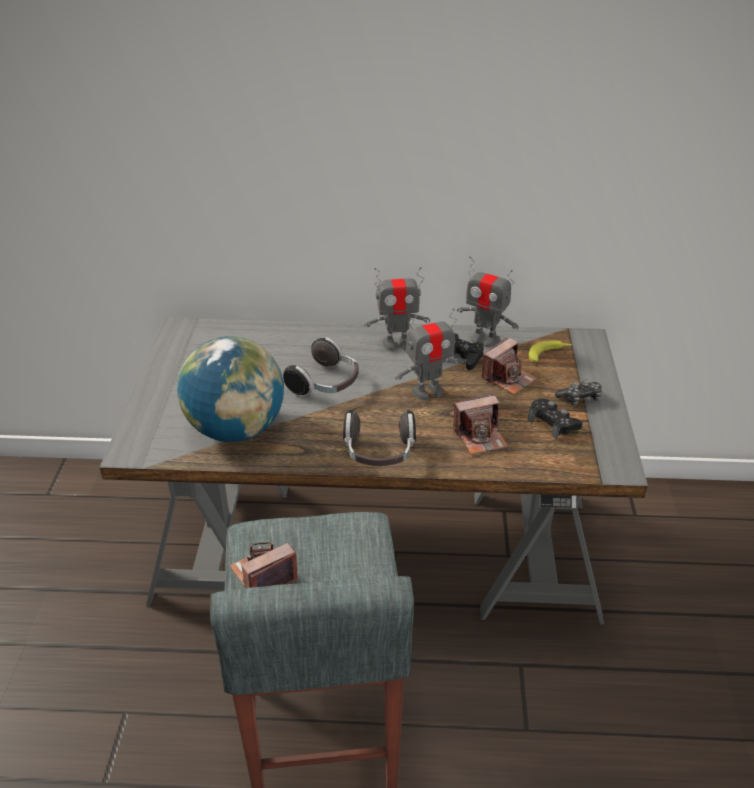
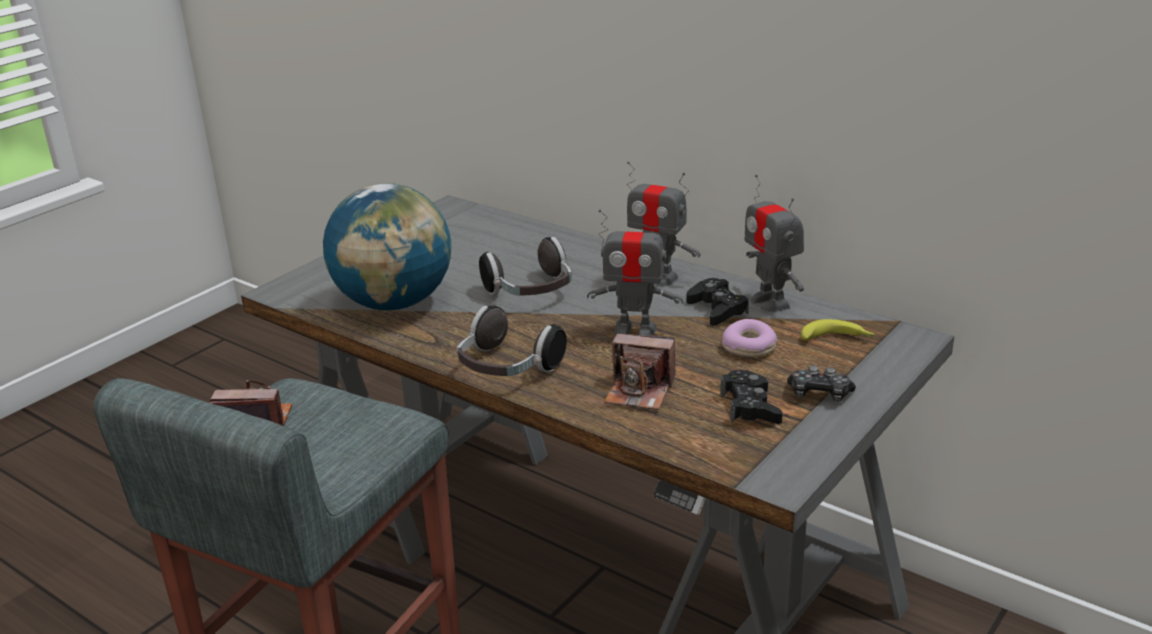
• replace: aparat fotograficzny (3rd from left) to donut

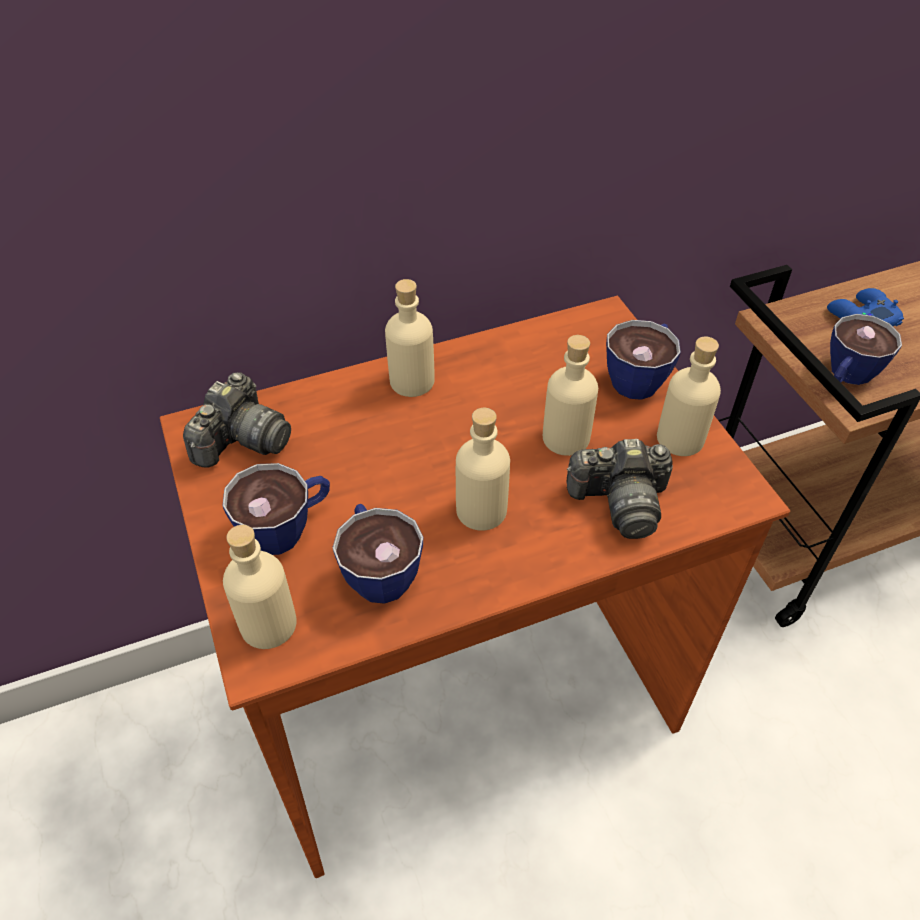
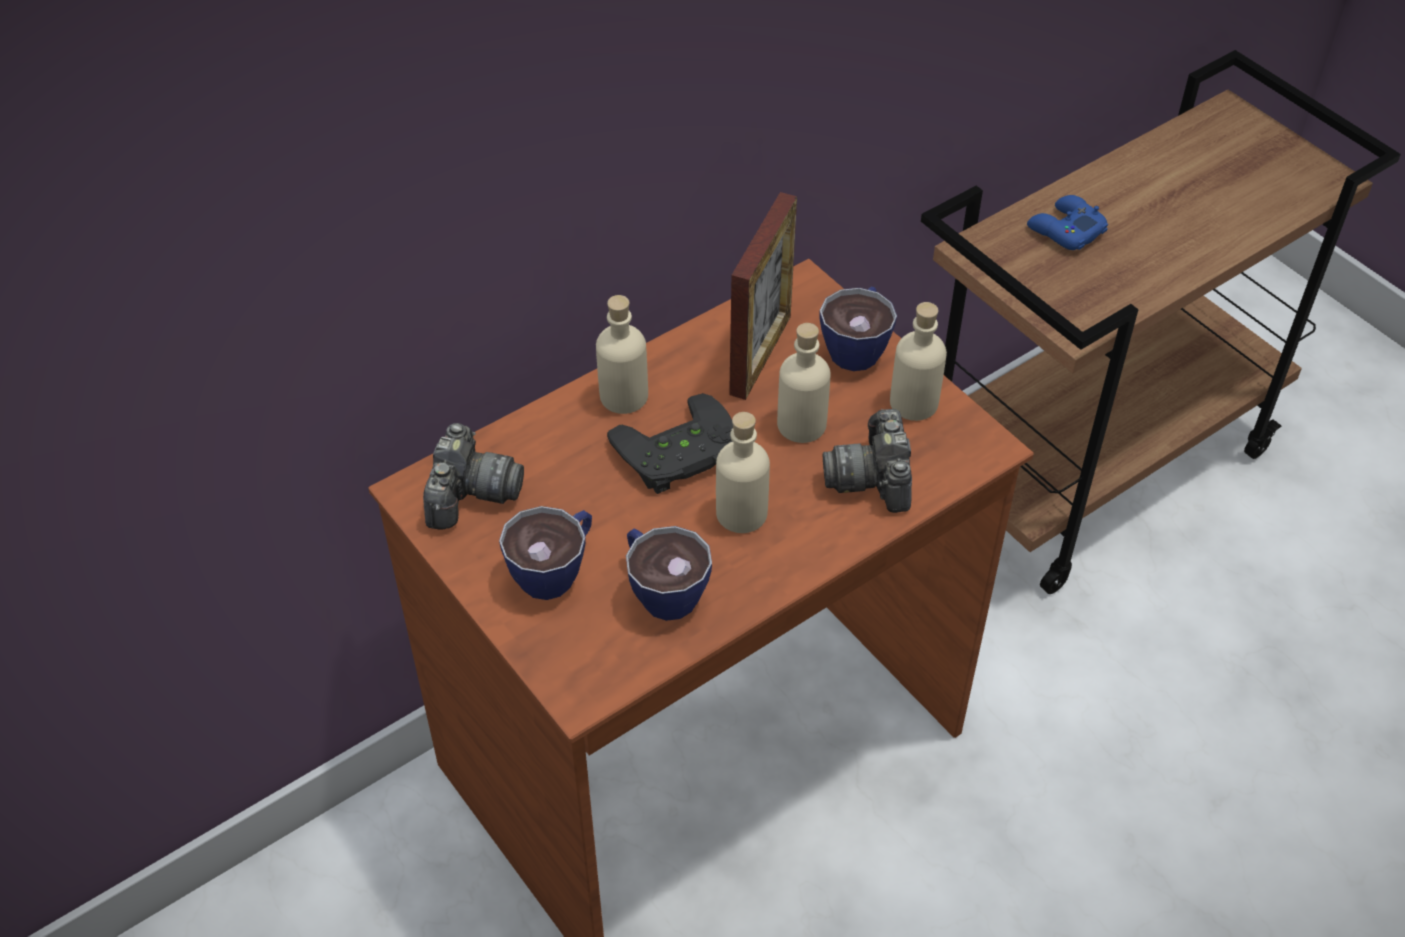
• delete: filiżanka (4th from left)
• rotate: aparat fotograficzny (2nd from left) 105 degrees clockwise
• delete: butelka/beżowy (1st from left)
• insert: ramka na zdjęcie
• insert: pad do gier/czarny

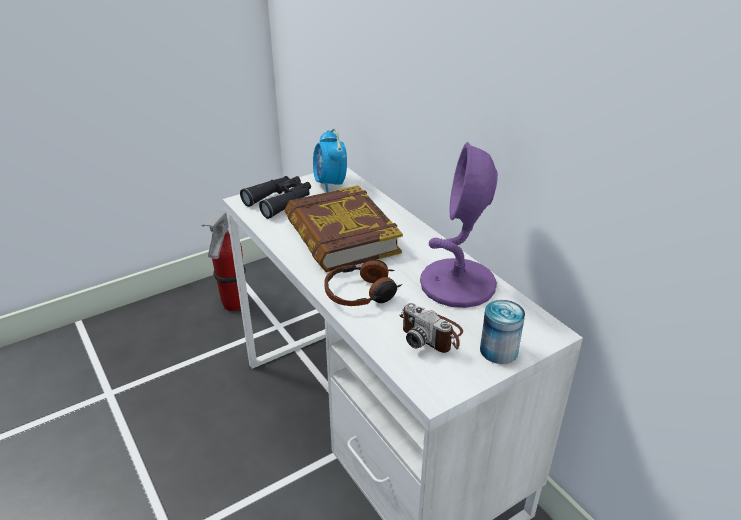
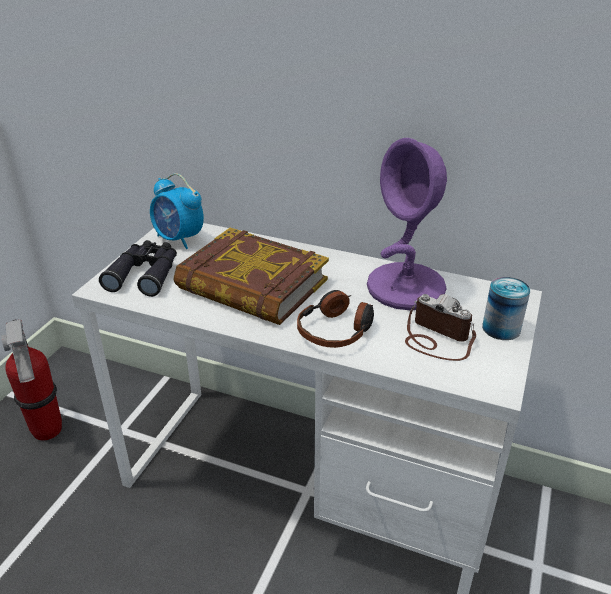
• rotate: aparat fotograficzny 150 degrees counterclockwise

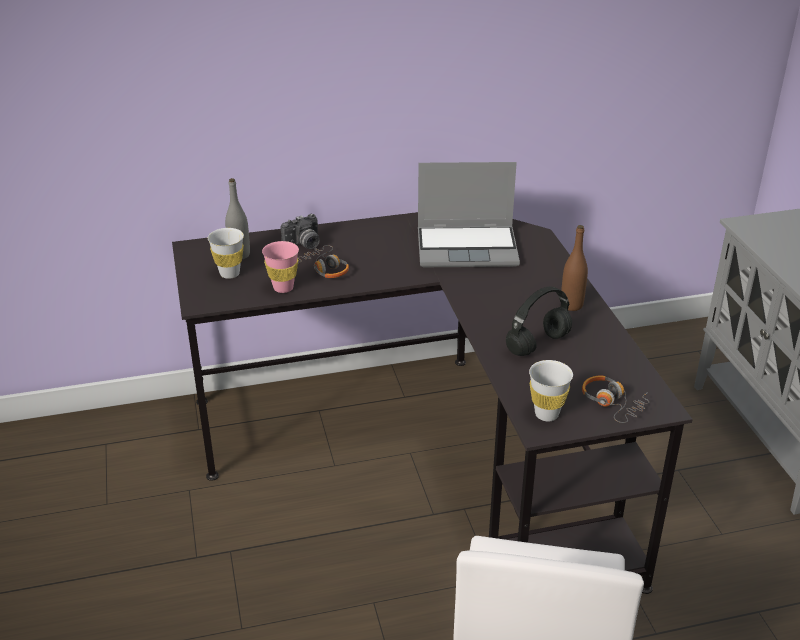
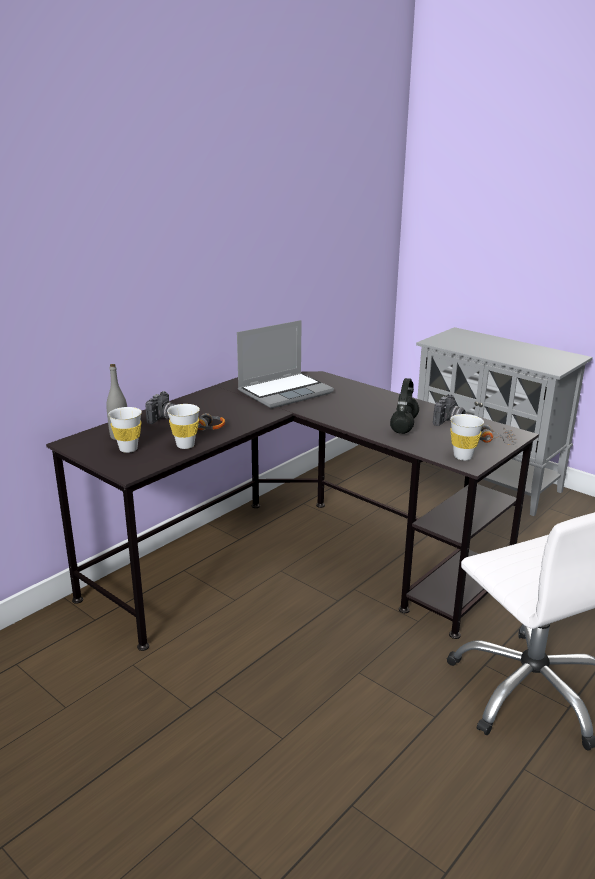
• delete: butelka/brązowy
• recolor: filiżanka/różowy to filiżanka/biały (2nd from left)
• insert: aparat fotograficzny (2nd from left)

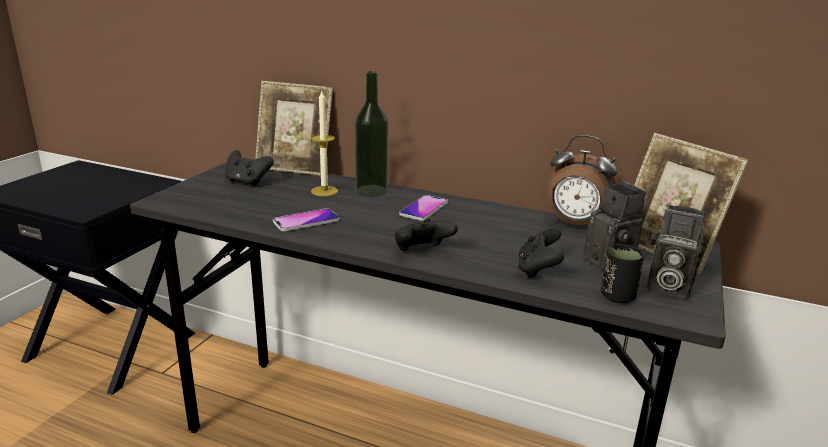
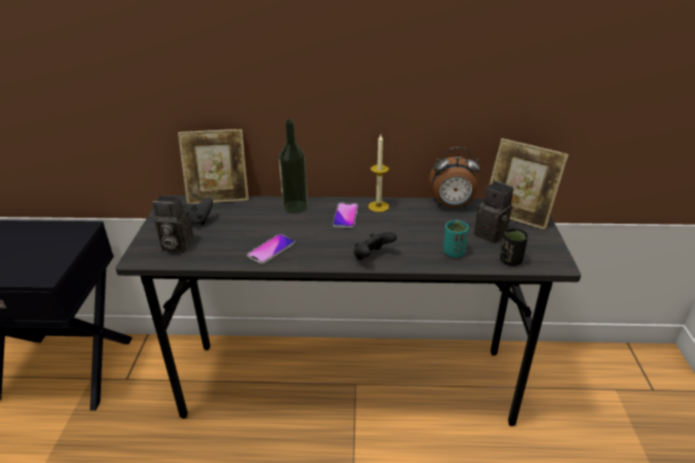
• move: świeca
• move: aparat fotograficzny (2nd from left in the first image) to aparat fotograficzny (1st from left)
• replace: pad do gier/czarny (3rd from left) to filiżanka/turkusowy

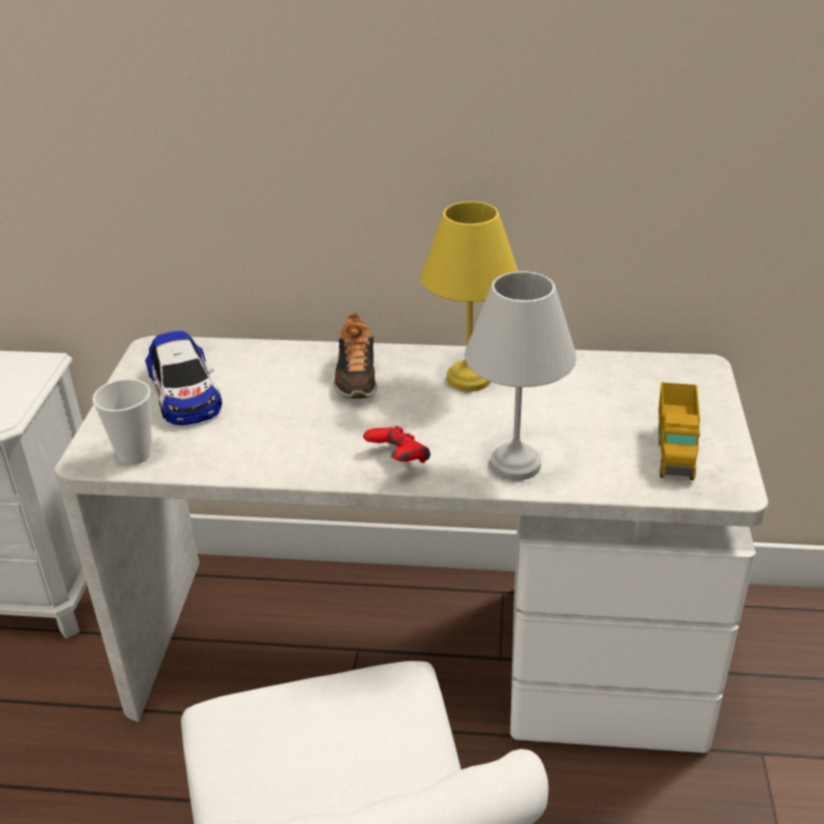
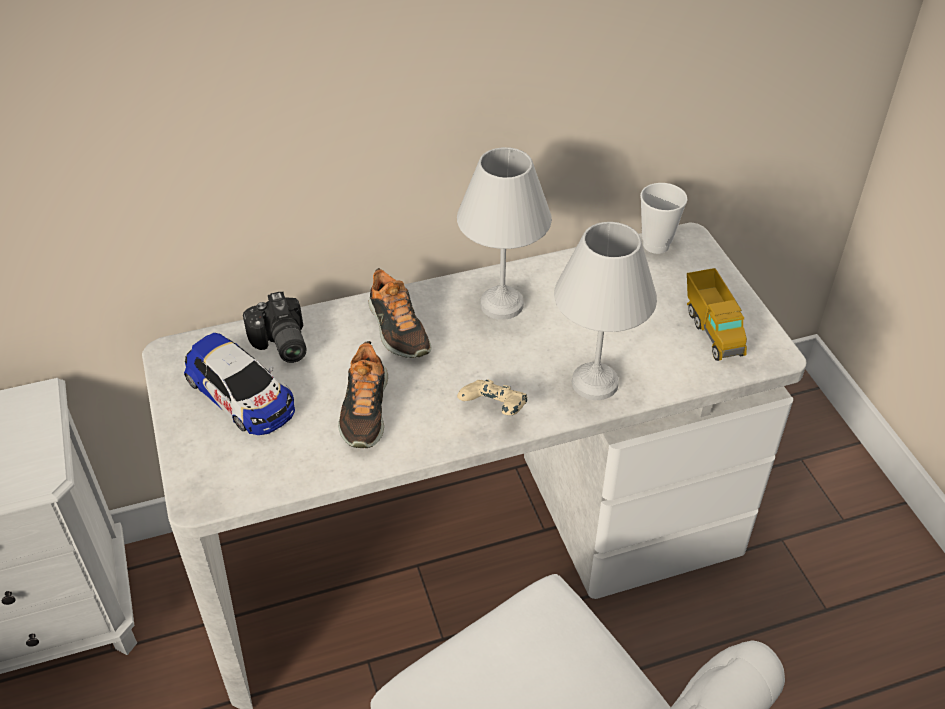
• recolor: lampa stołowa/żółty to lampa stołowa/biały (1st from left)
• move: filiżanka
• recolor: pad do gier/czerwony to pad do gier/beżowy
• insert: aparat fotograficzny
• insert: but (1st from left)

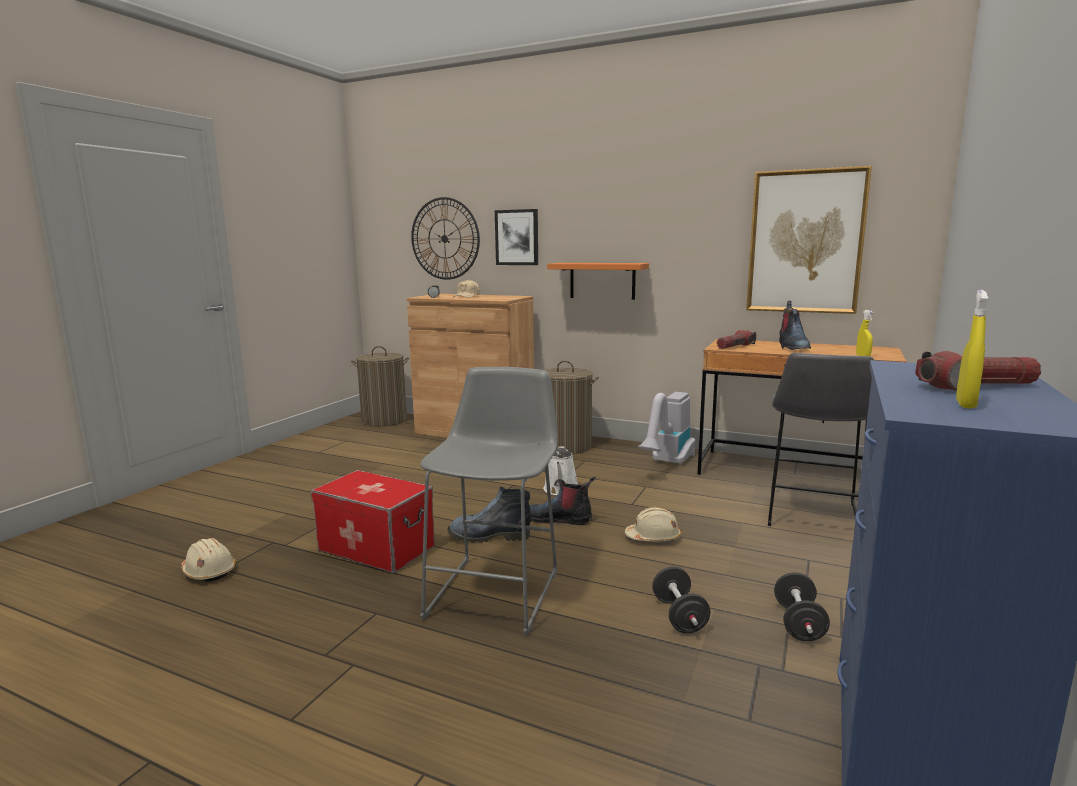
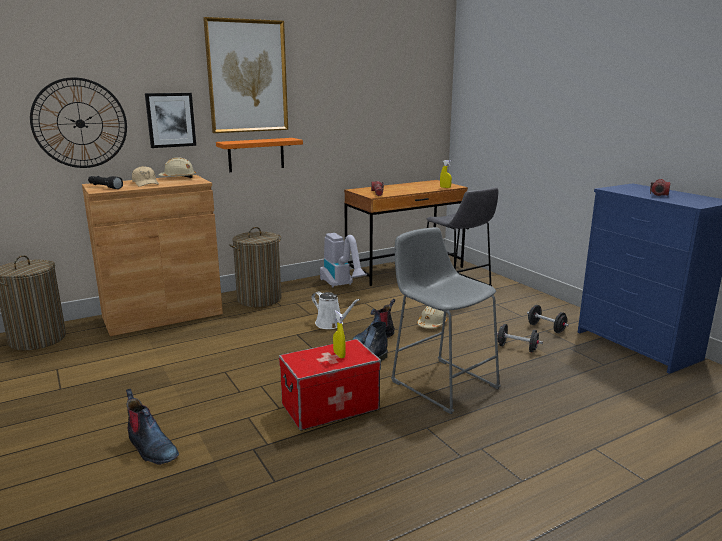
• move: obraz (2nd from left)
• move: spryskiwacz/żółty (2nd from left in the first image) to spryskiwacz/żółty (1st from left)
• move: but z cholewką (3rd from left in the first image) to but z cholewką (1st from left)
• move: kask/beżowy (1st from left)

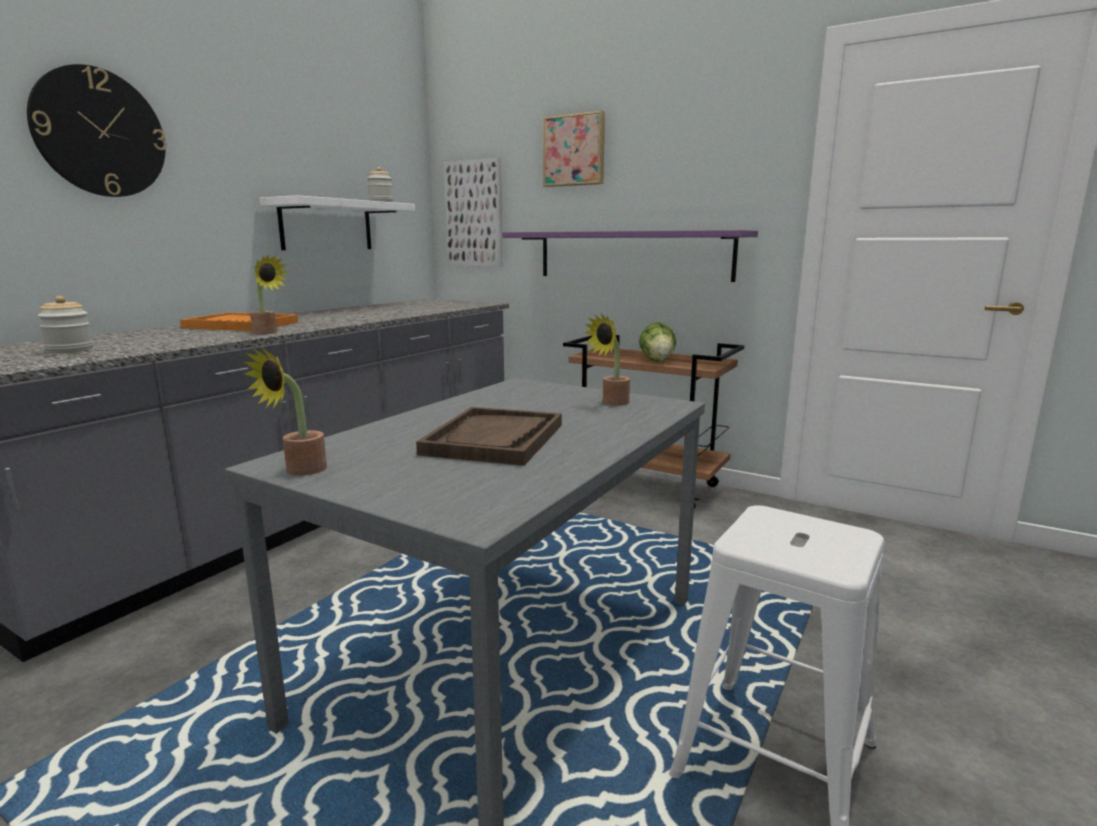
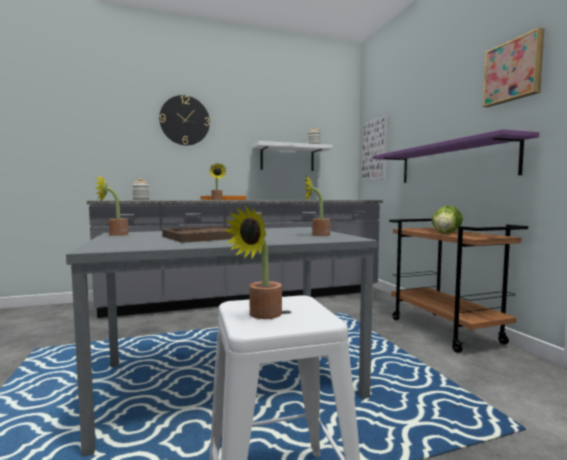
• move: obraz (2nd from left)
• insert: roślina doniczkowa (3rd from left)

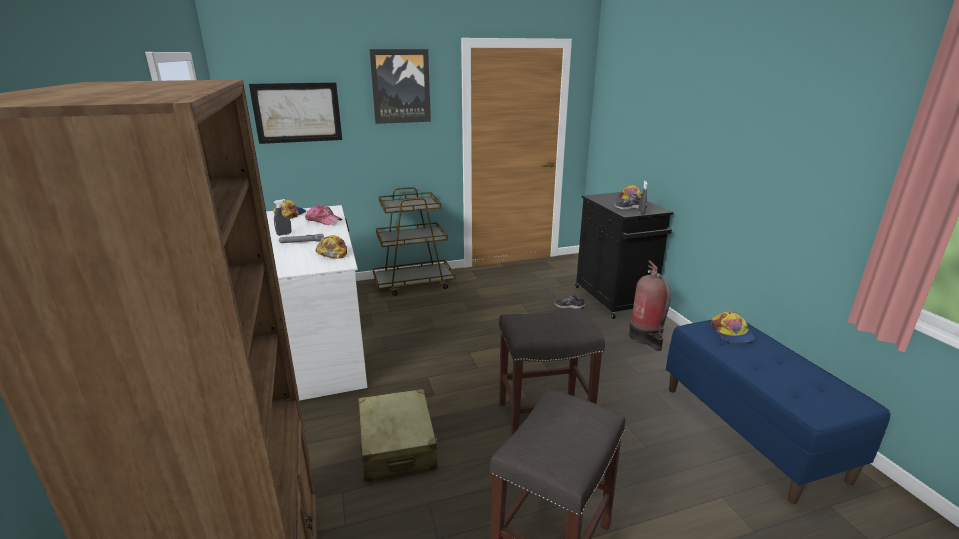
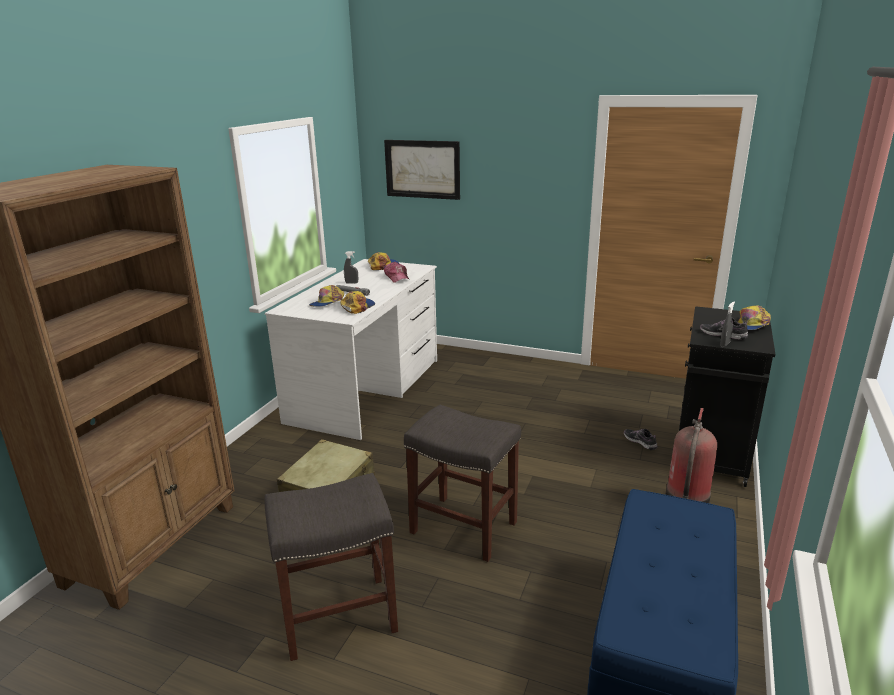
• delete: obraz (2nd from left)
• delete: wózek/brązowy
• move: czapka z daszkiem (5th from left in the first image) to czapka z daszkiem (1st from left)

